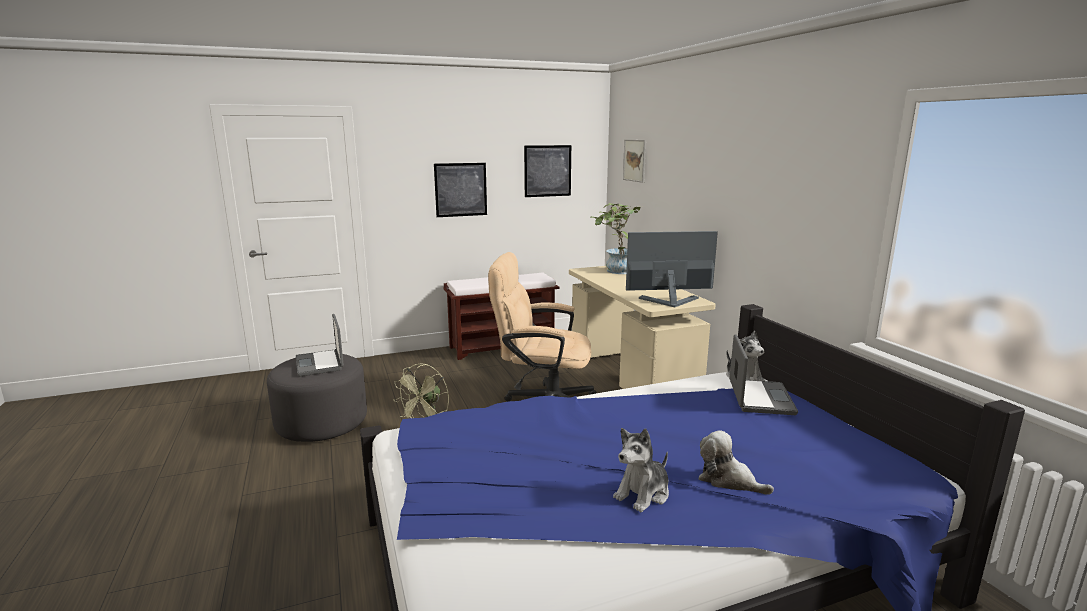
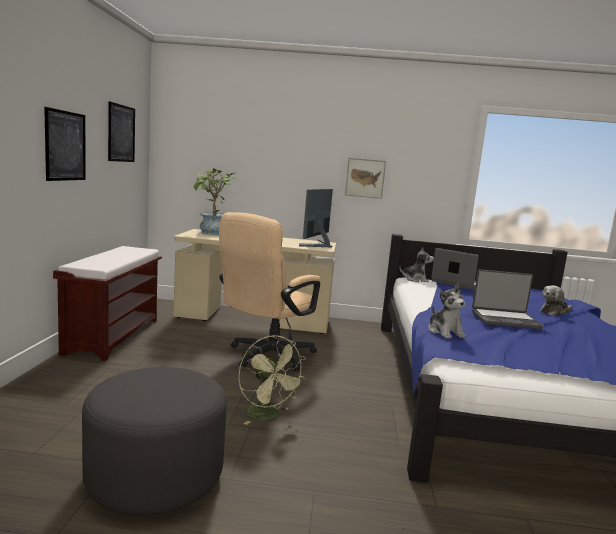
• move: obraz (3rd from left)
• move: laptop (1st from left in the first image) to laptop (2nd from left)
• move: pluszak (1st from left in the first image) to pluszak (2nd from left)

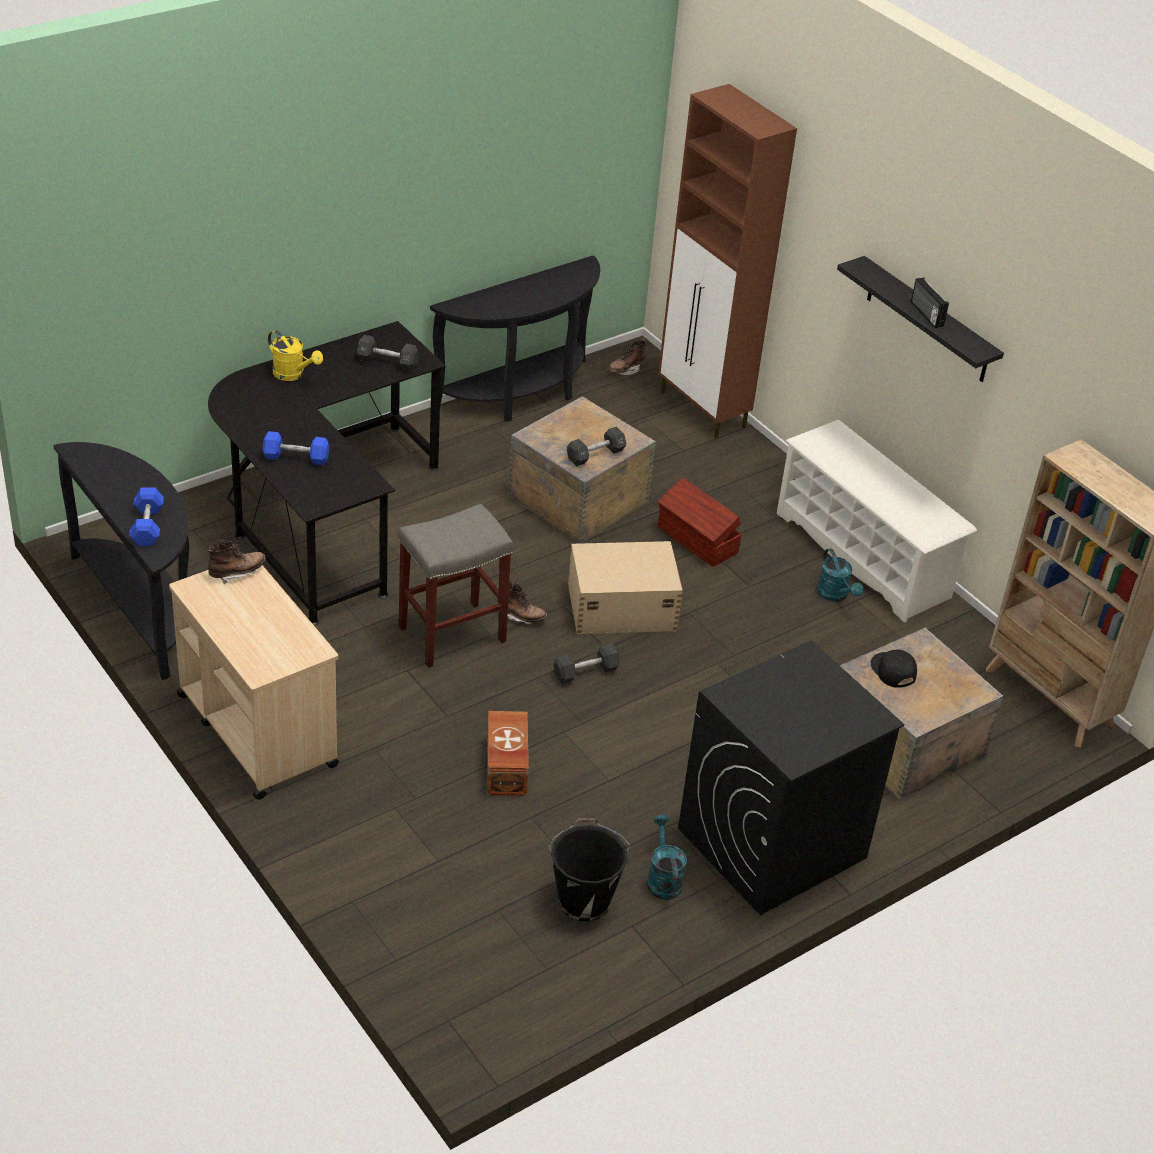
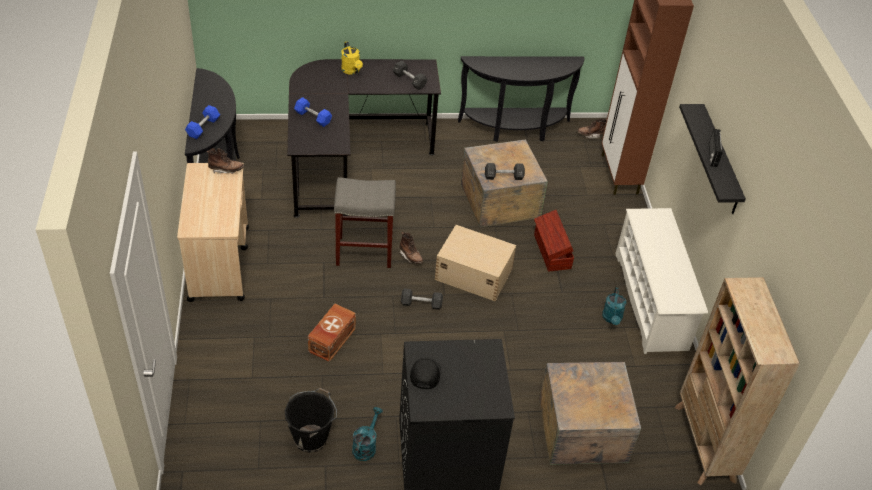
• move: czapka z daszkiem/czarny

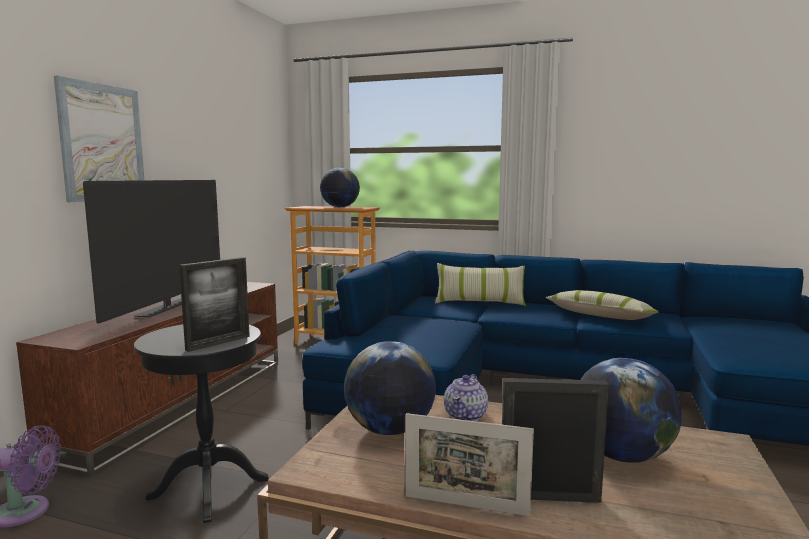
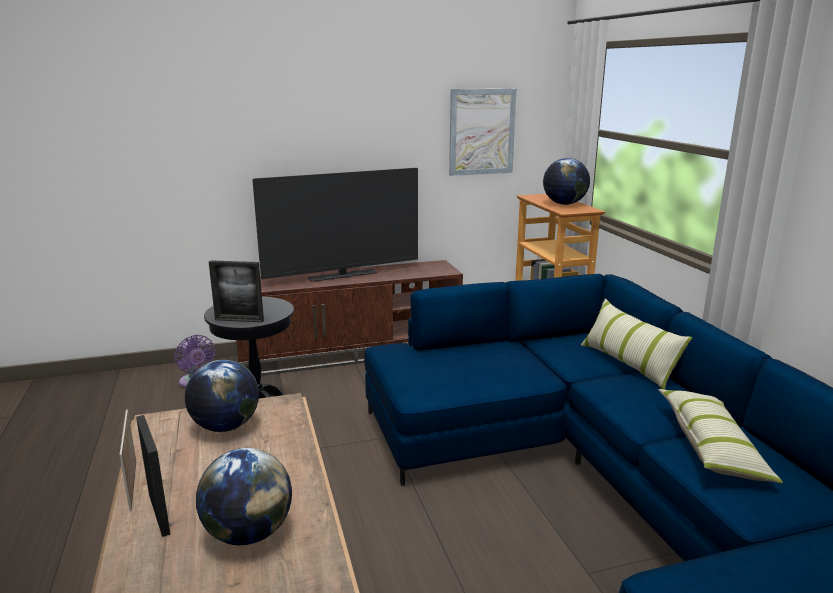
• move: obraz
• delete: imbryk

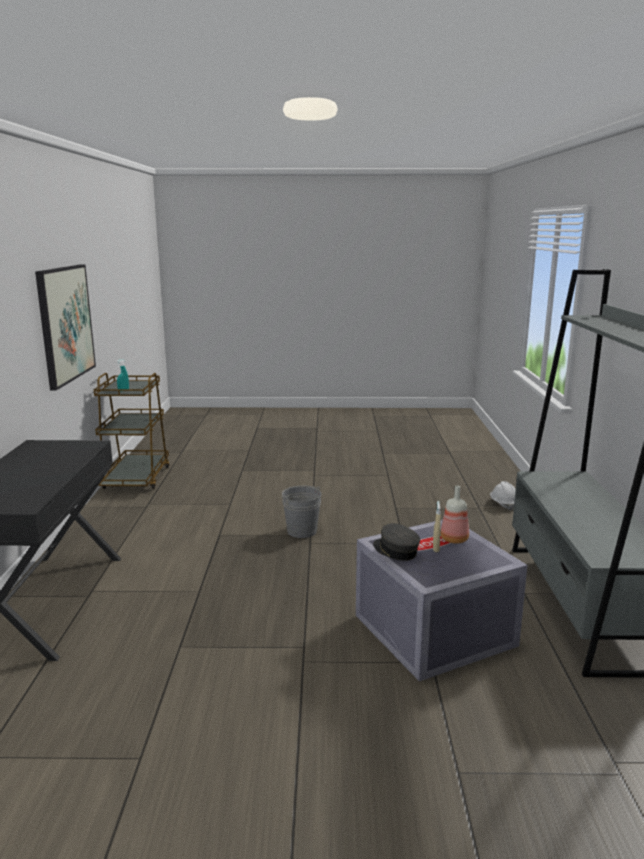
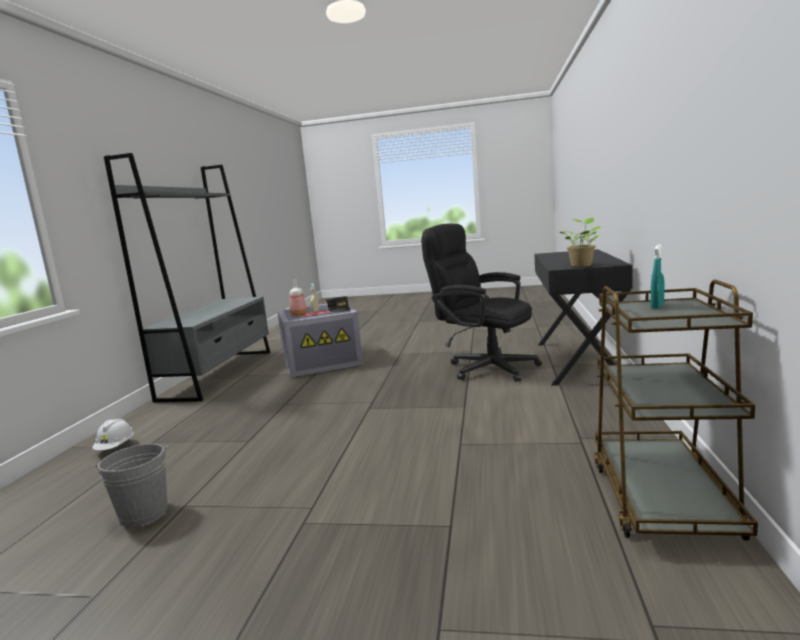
• delete: obraz
• move: wiadro/szary
• insert: roślina doniczkowa
• insert: krzesło biurowe/czarny

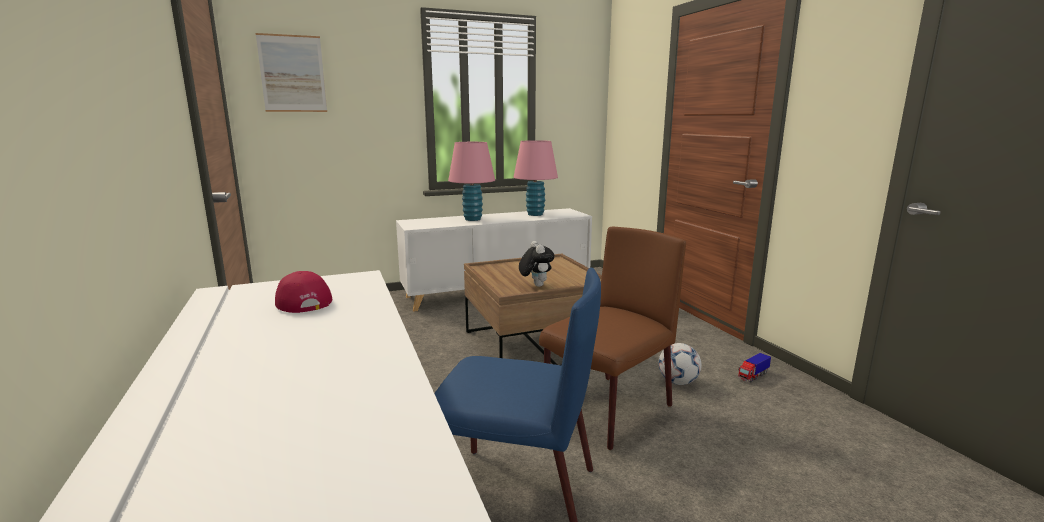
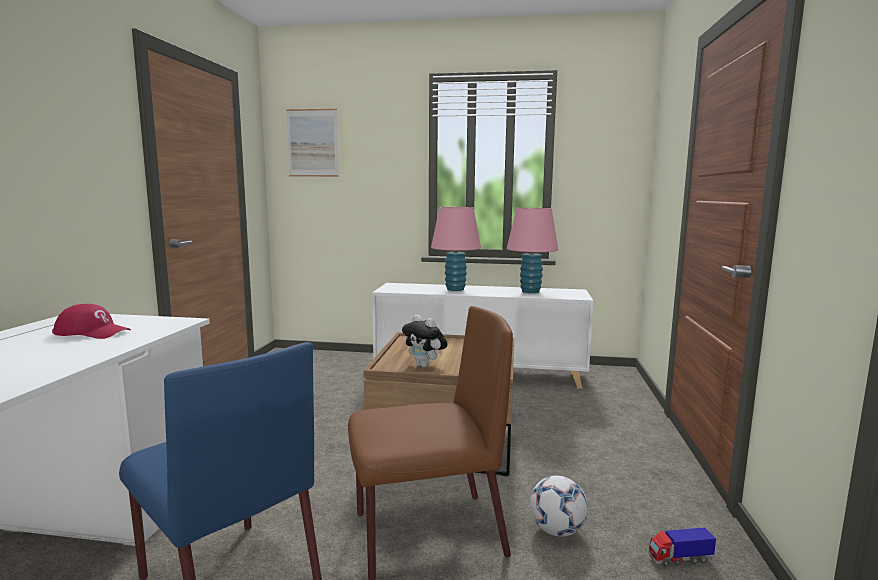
• rotate: pluszak 120 degrees clockwise
• rotate: czapka z daszkiem/czerwony 105 degrees clockwise

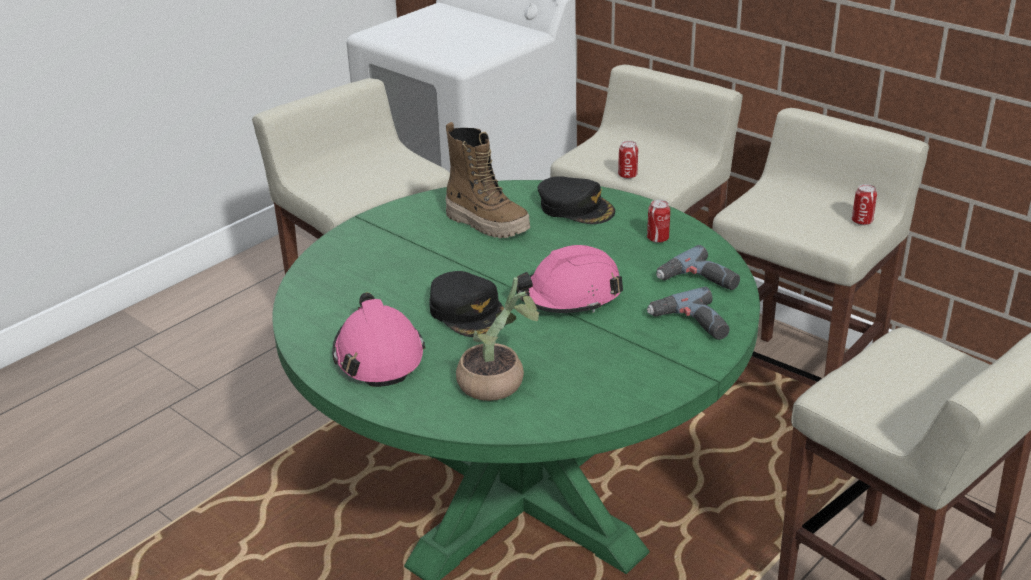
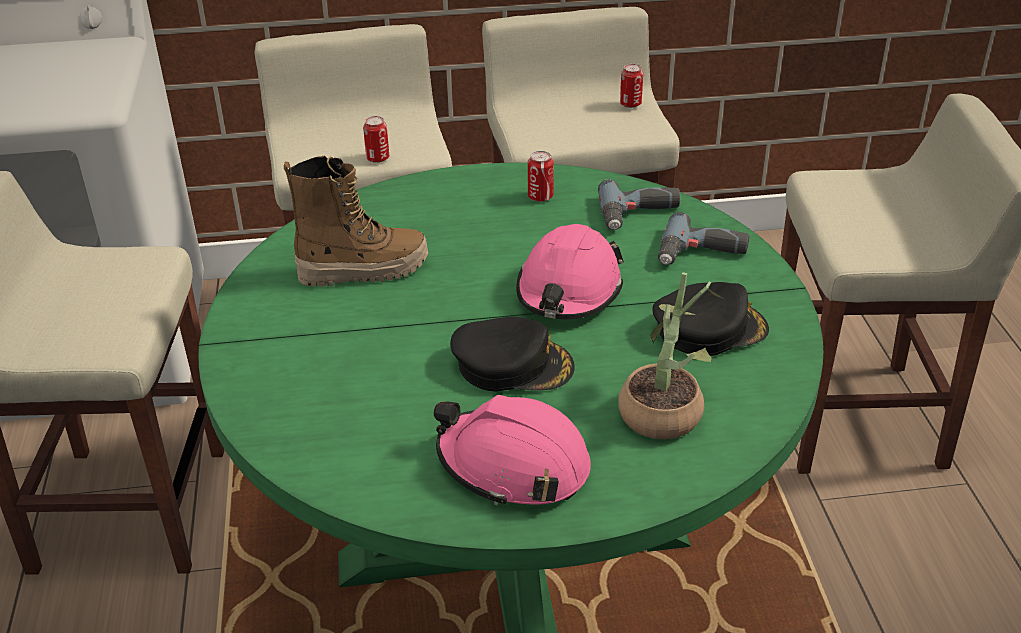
• move: czapka z daszkiem/czarny (2nd from left)

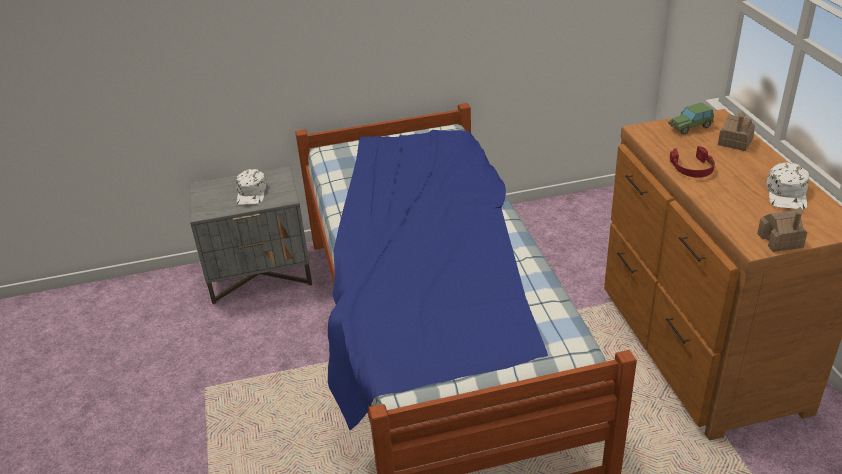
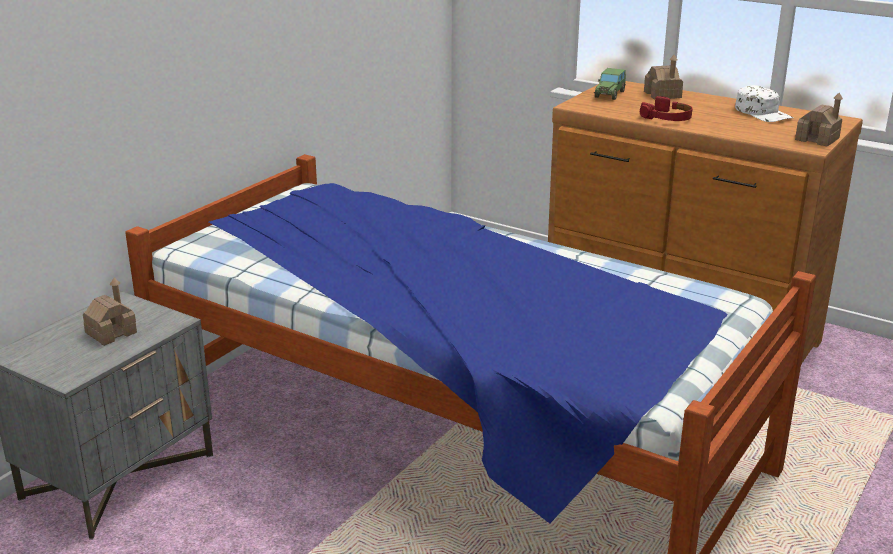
• replace: czapka z daszkiem/biały (1st from left) to domek (1st from left)

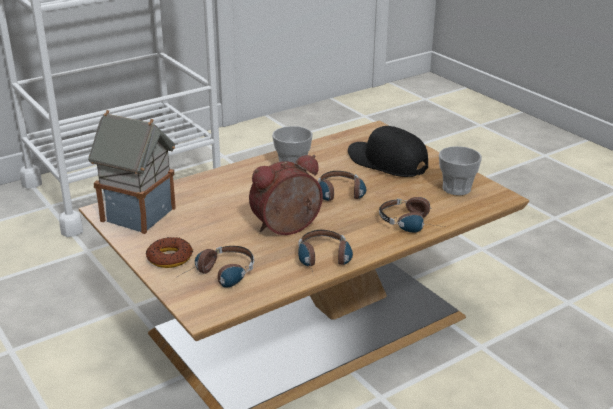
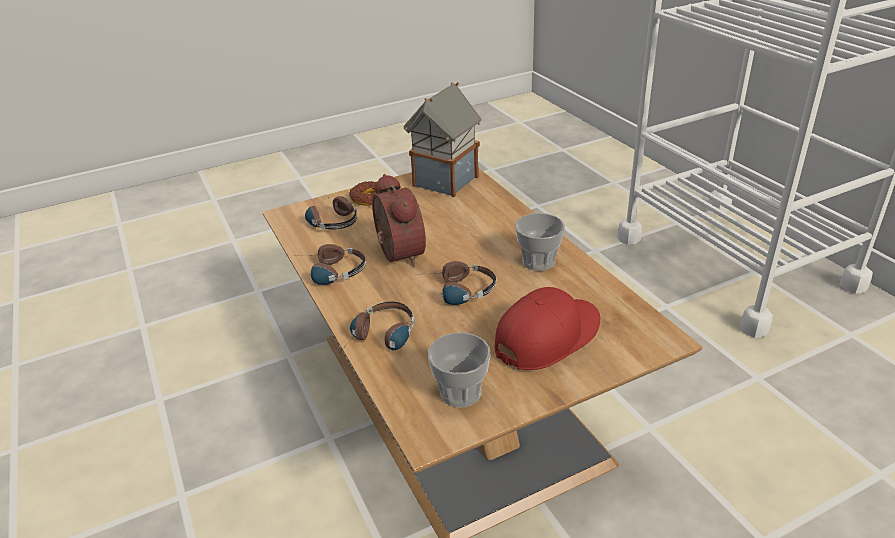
• recolor: czapka z daszkiem/czarny to czapka z daszkiem/czerwony

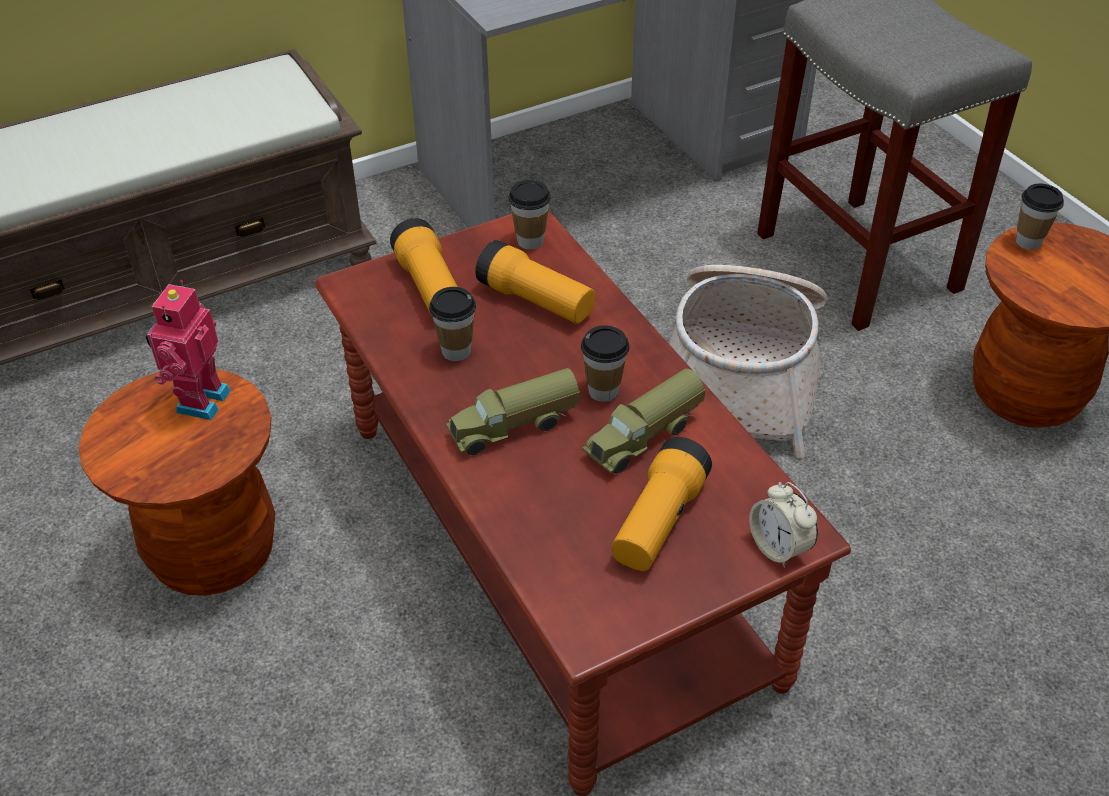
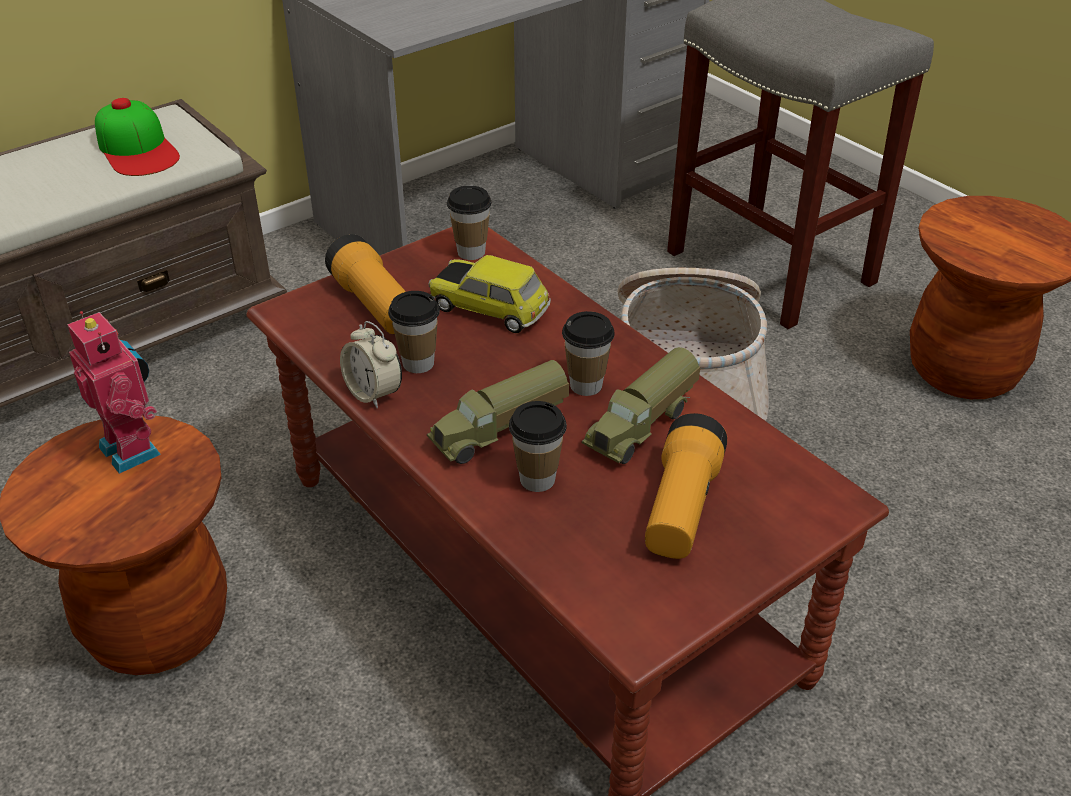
• move: filiżanka (4th from left in the first image) to filiżanka (3rd from left)
• replace: latarka (2nd from left) to samochodzik
• rotate: robot zabawkowy 135 degrees clockwise
• move: budzik
• insert: czapka z daszkiem

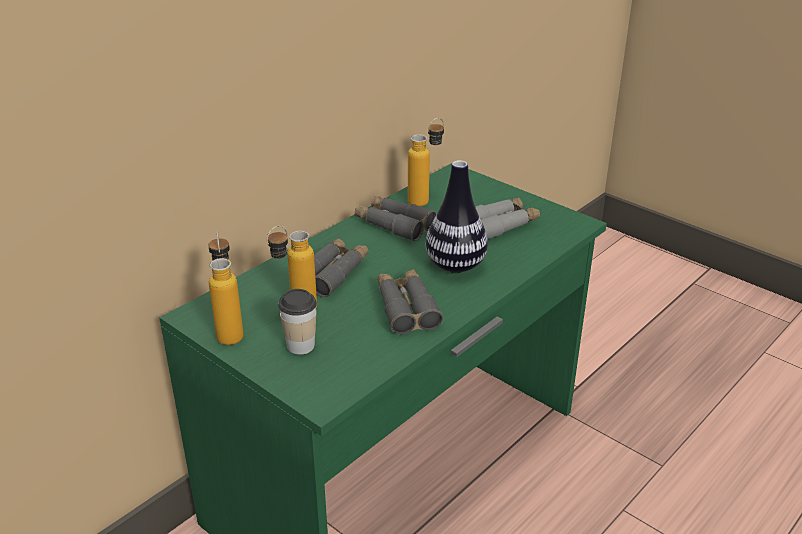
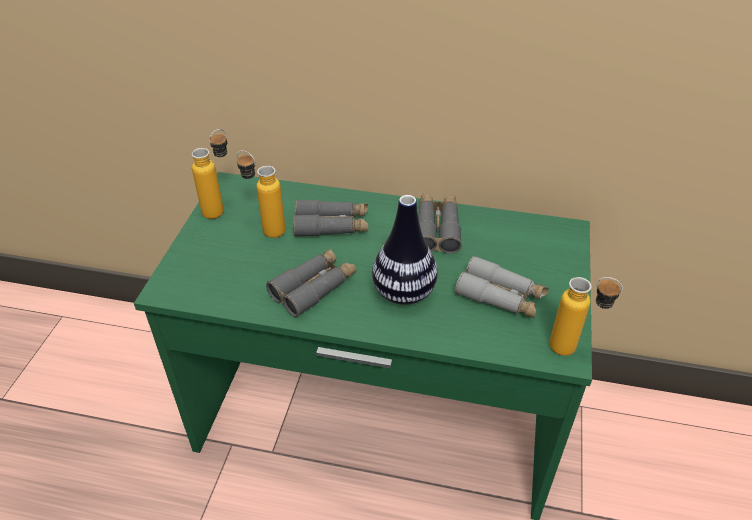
• move: butelka (3rd from left)
• delete: filiżanka

